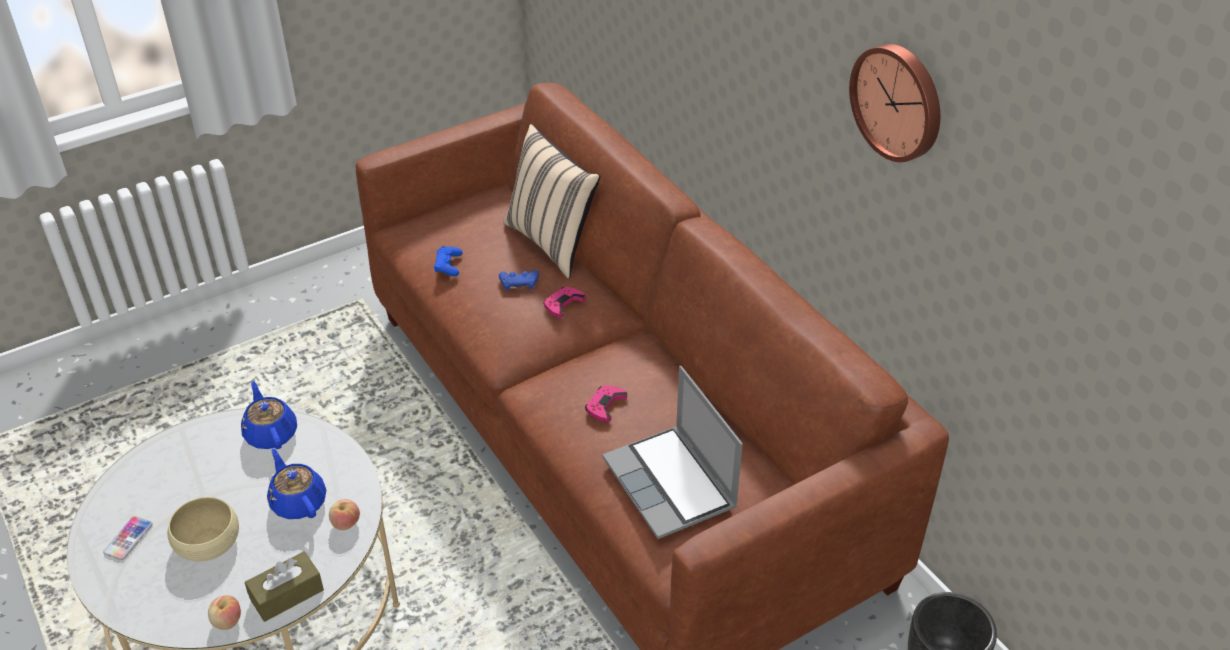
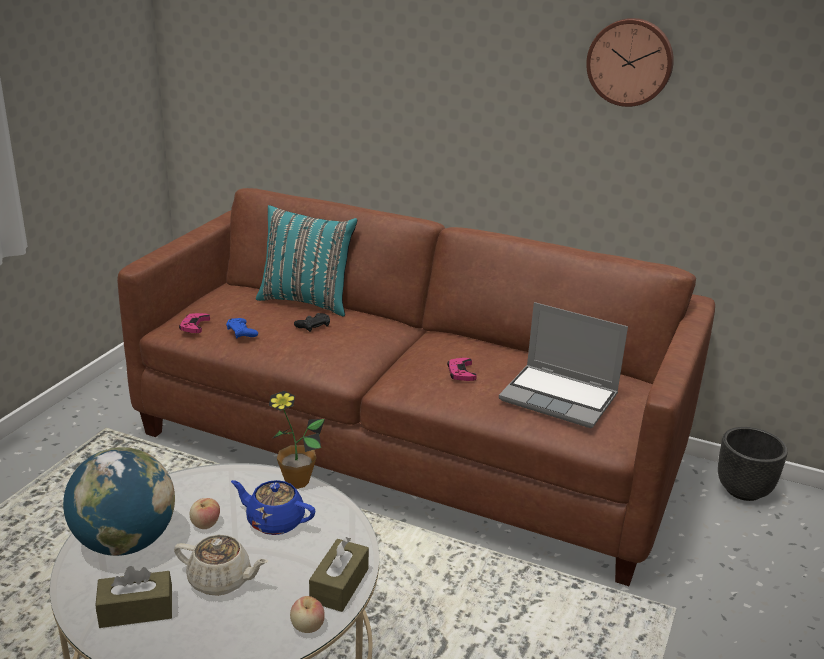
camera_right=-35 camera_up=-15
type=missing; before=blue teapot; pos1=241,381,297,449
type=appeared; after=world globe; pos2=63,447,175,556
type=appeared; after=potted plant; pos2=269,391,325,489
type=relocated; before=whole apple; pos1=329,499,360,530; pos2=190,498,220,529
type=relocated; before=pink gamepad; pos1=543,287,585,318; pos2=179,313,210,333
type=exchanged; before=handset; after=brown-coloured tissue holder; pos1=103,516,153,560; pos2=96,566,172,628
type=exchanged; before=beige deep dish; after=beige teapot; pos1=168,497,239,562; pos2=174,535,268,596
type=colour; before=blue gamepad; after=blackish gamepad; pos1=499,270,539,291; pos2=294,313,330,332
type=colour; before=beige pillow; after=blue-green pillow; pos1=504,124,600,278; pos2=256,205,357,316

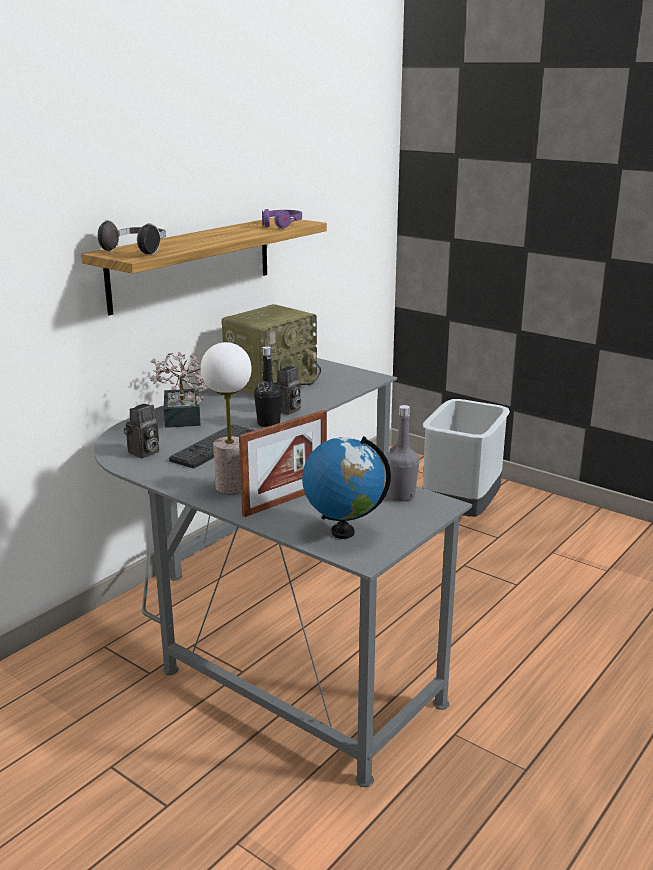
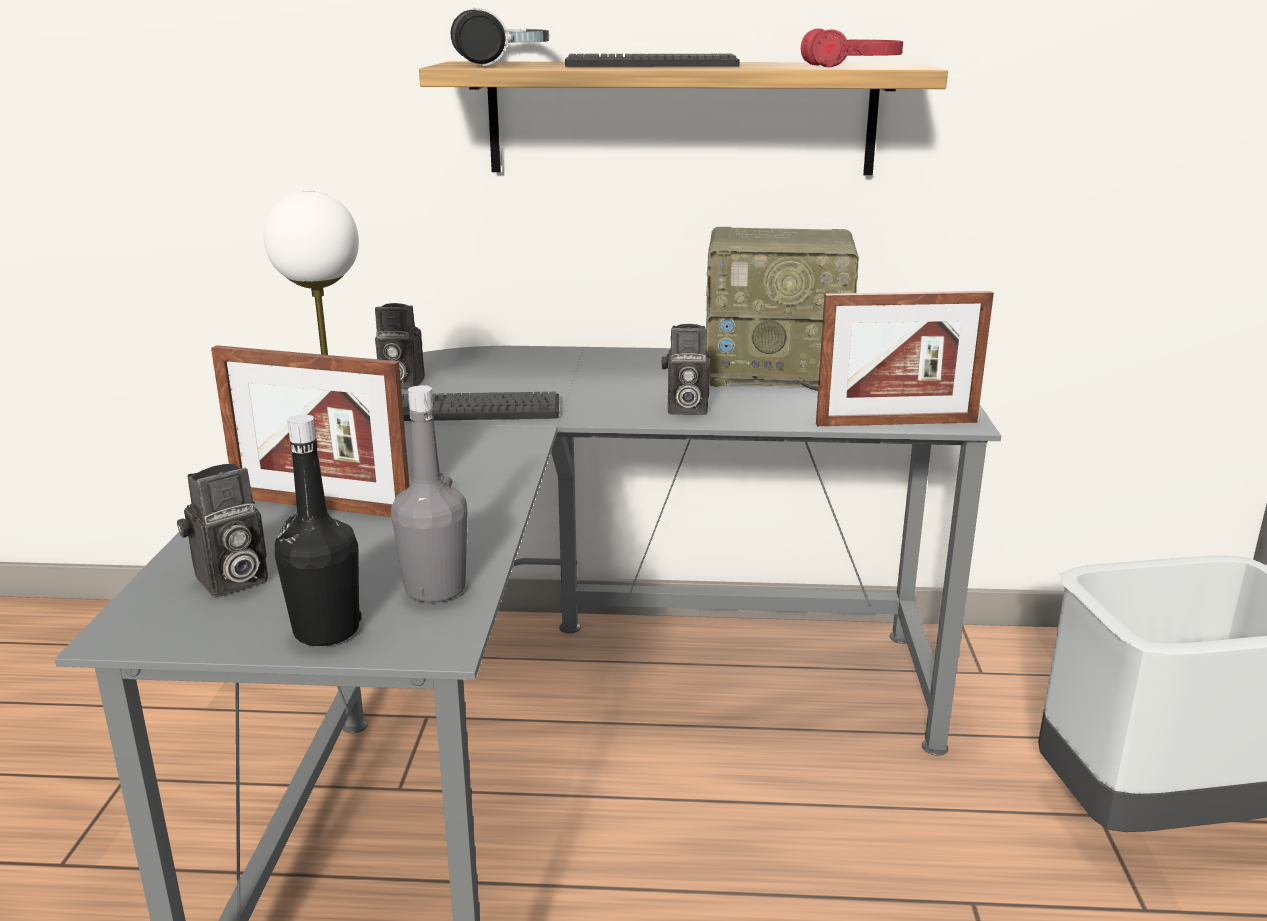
camera_right=55 camera_up=0
type=missing; before=potted plant; pos1=150,352,208,428
type=appeared; after=keyboard; pos2=565,54,740,67
type=appeared; after=picture frame; pos2=816,291,994,426
type=relocated; before=blackish beverage bottle; pos1=254,346,282,427; pos2=275,415,361,646
type=exchanged; before=world globe; after=still camera; pos1=302,436,391,539; pos2=177,463,268,598
type=colour; before=purplish pair of headphones; after=red pair of headphones; pos1=262,209,302,228; pos2=801,29,903,67

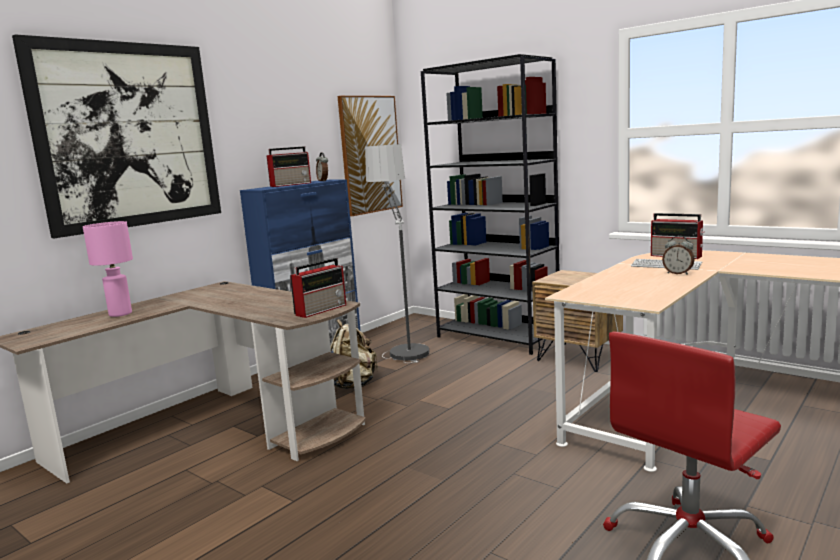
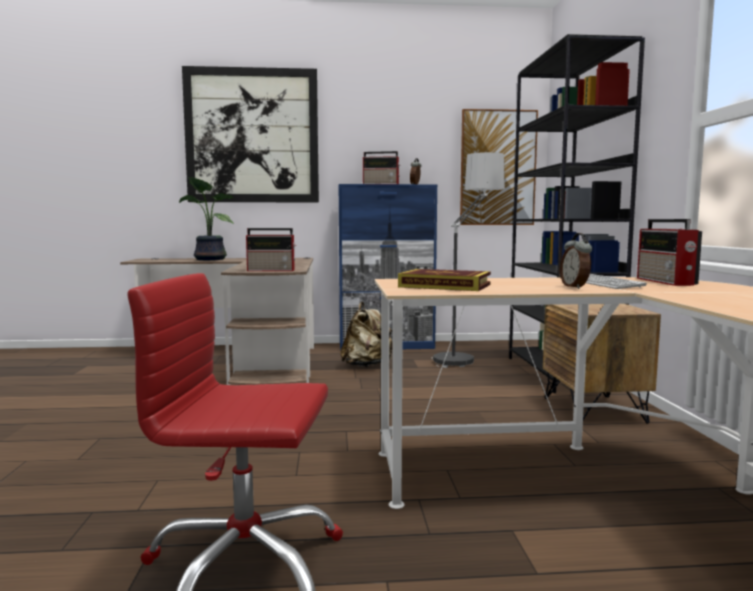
camera_right=45 camera_up=-5
type=appeared; after=book; pos2=398,269,491,291
type=exchanged; before=pink table lamp; after=potted plant; pos1=83,221,133,317; pos2=179,177,234,260

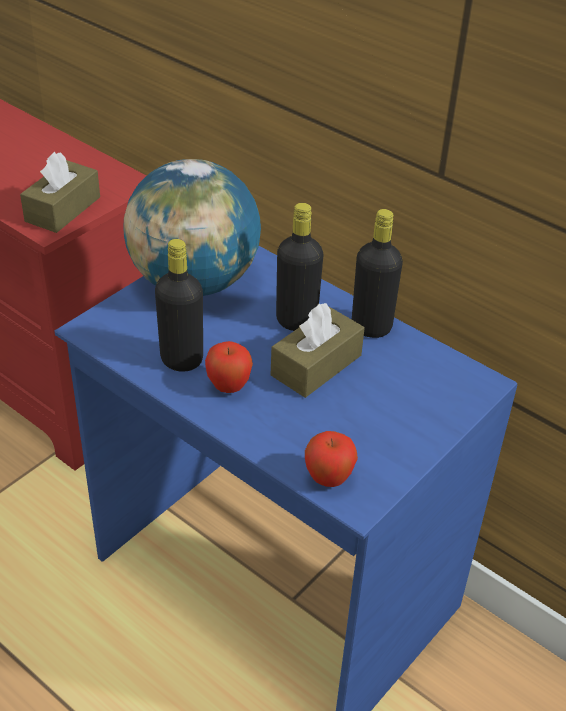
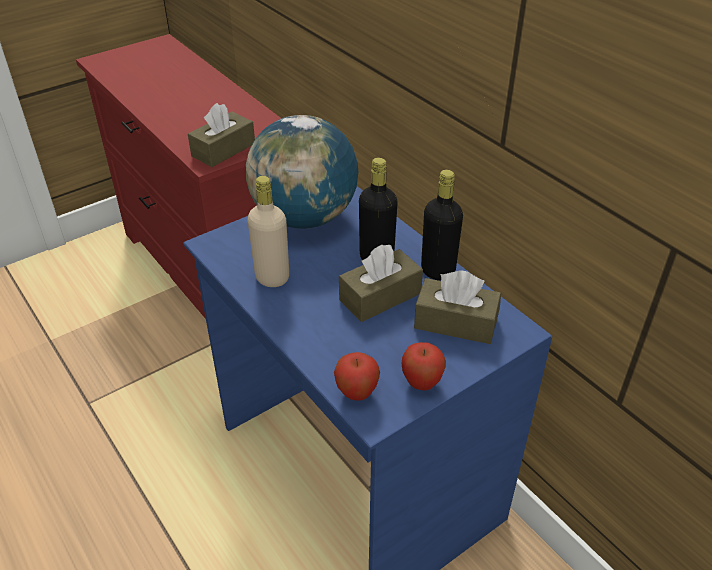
camera_right=15 camera_up=0
type=appeared; after=brown-coloured tissue holder; pos2=414,270,501,344
type=relocated; before=whole apple; pos1=205,341,253,393; pos2=401,342,446,390
type=colour; before=blackish beverage bottle; after=beige beverage bottle; pos1=155,239,203,372; pos2=247,176,289,287

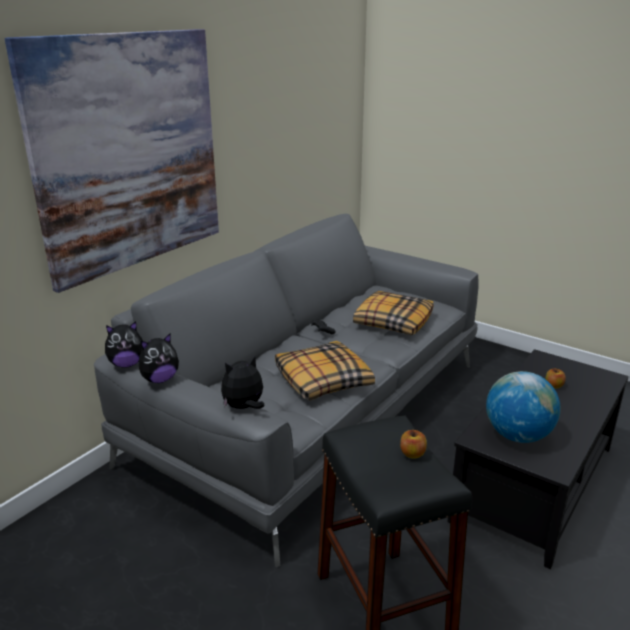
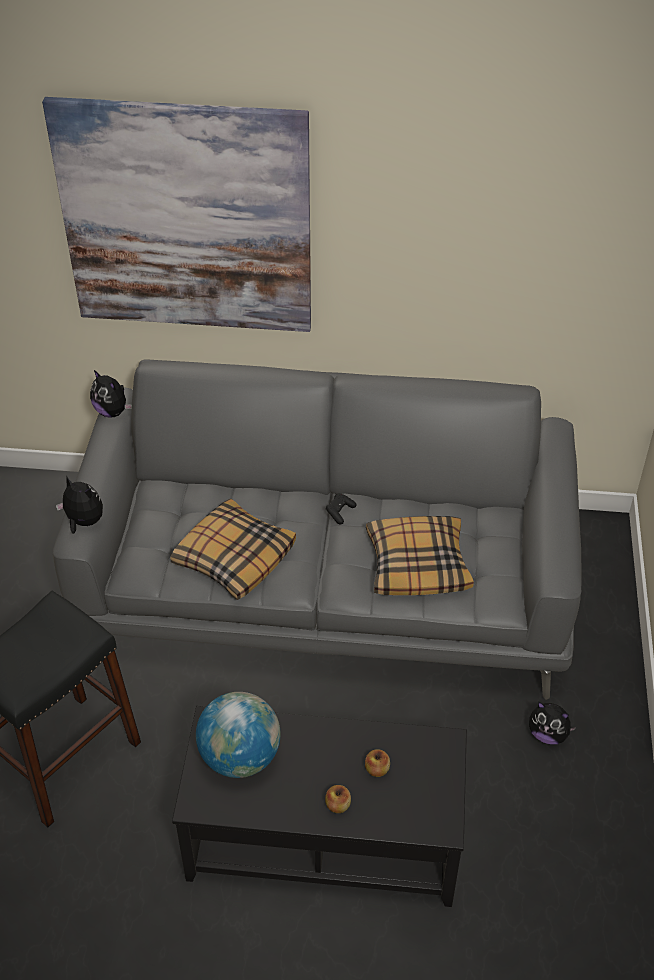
camera_right=60 camera_up=20
type=relocated; before=plush toy; pos1=139,334,179,383; pos2=529,702,576,745
type=relocated; before=whole apple; pos1=400,430,427,459; pos2=325,785,351,813

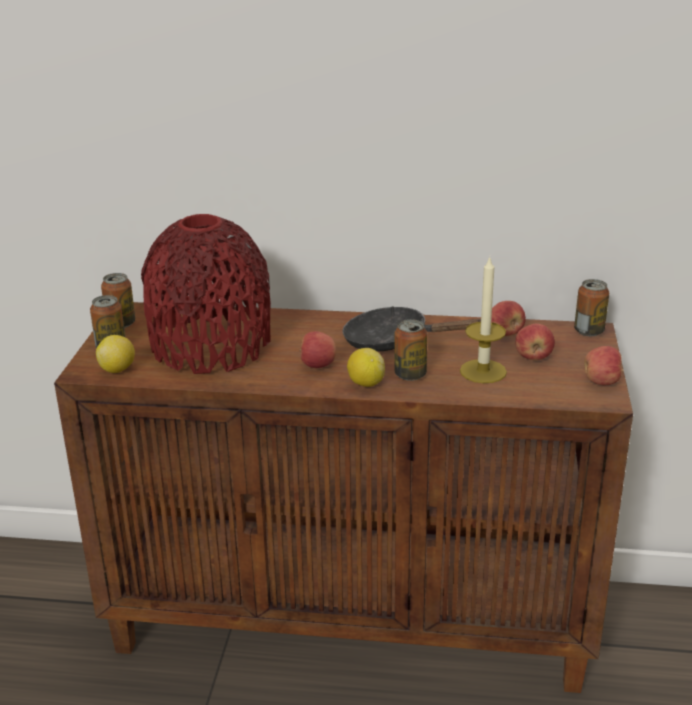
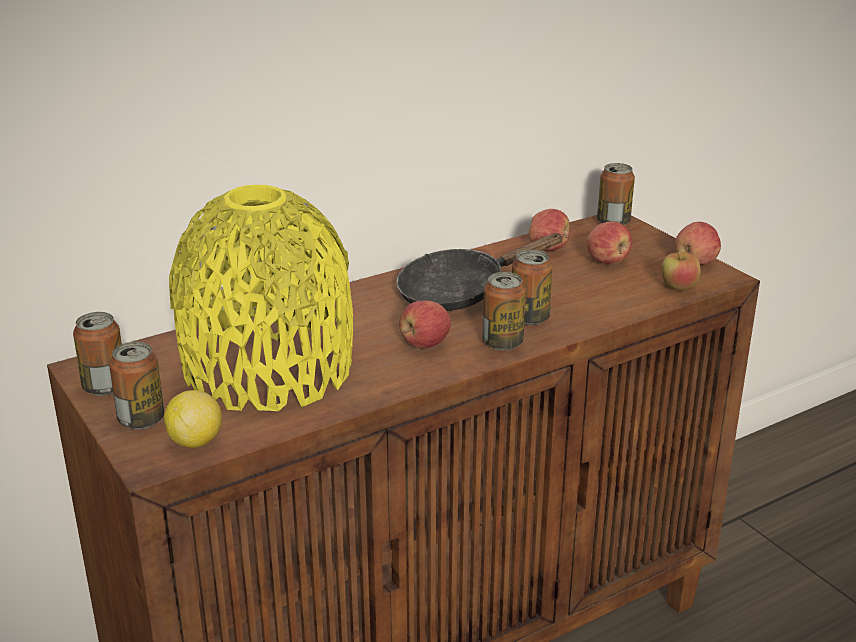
camera_right=-40 camera_up=0
type=missing; before=wax light; pos1=460,257,507,383
type=appeared; after=whole apple; pos2=661,248,701,290
type=exchanged; before=whole lemon; after=sealed can; pos1=347,348,385,387; pos2=482,272,526,351
type=colour; before=red vase; after=yellowish vase; pos1=141,214,271,374; pos2=169,185,353,411

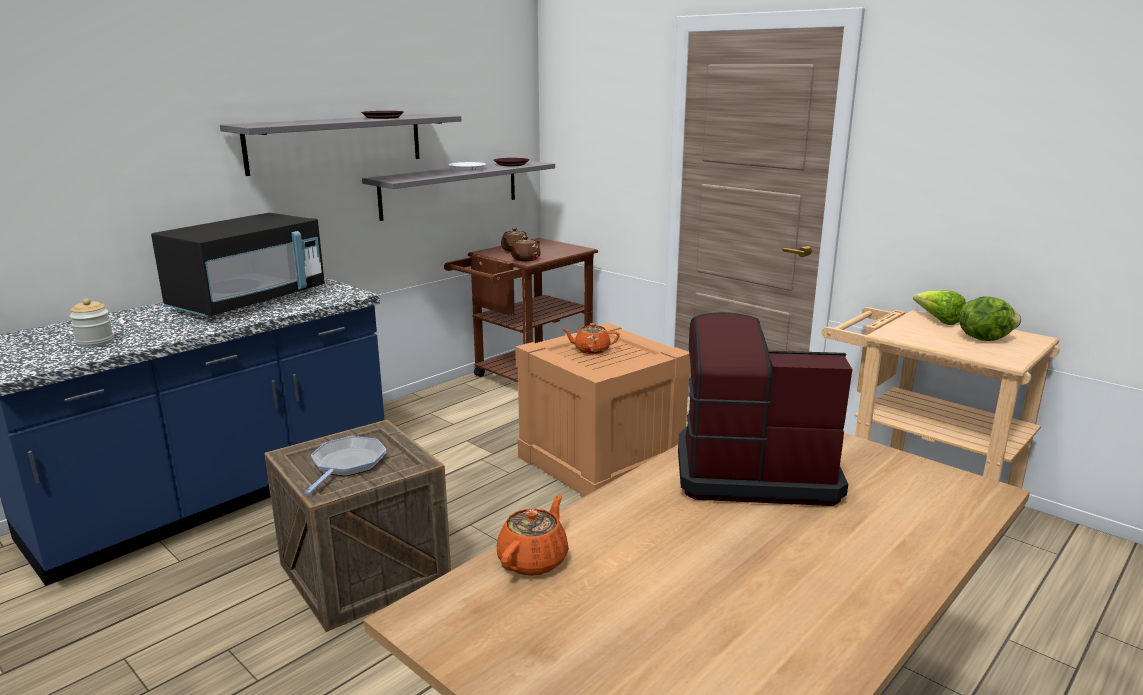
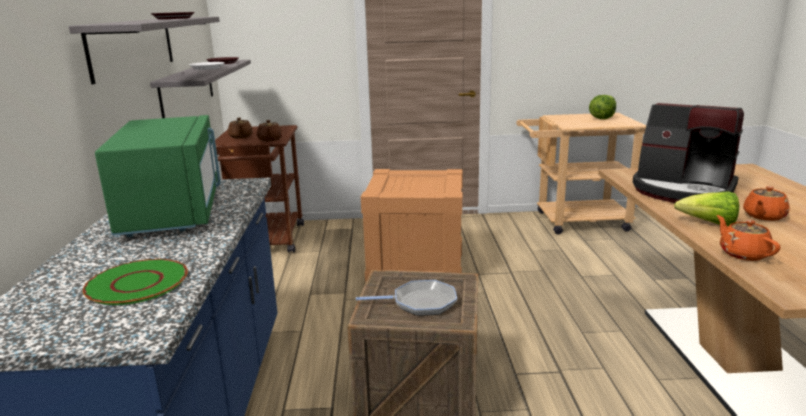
camera_right=-45 camera_up=0
type=relocated; before=orange-coloured teapot; pos1=562,323,620,354; pos2=743,186,790,221
type=relocated; before=head of lettuce; pos1=913,290,966,325; pos2=674,192,739,226
type=exchanged; before=storage jar; after=green-coloured flat dish; pos1=69,299,114,348; pos2=83,259,188,305
type=colour; before=blackish microwave; after=green-coloured microwave; pos1=151,213,325,318; pos2=95,115,221,237
type=spun; before=frying pan; pos1=305,436,386,494; pos2=356,280,457,316; turn=120
type=spun; before=coffee brewer; pos1=678,312,852,506; pos2=633,103,744,203; turn=-105

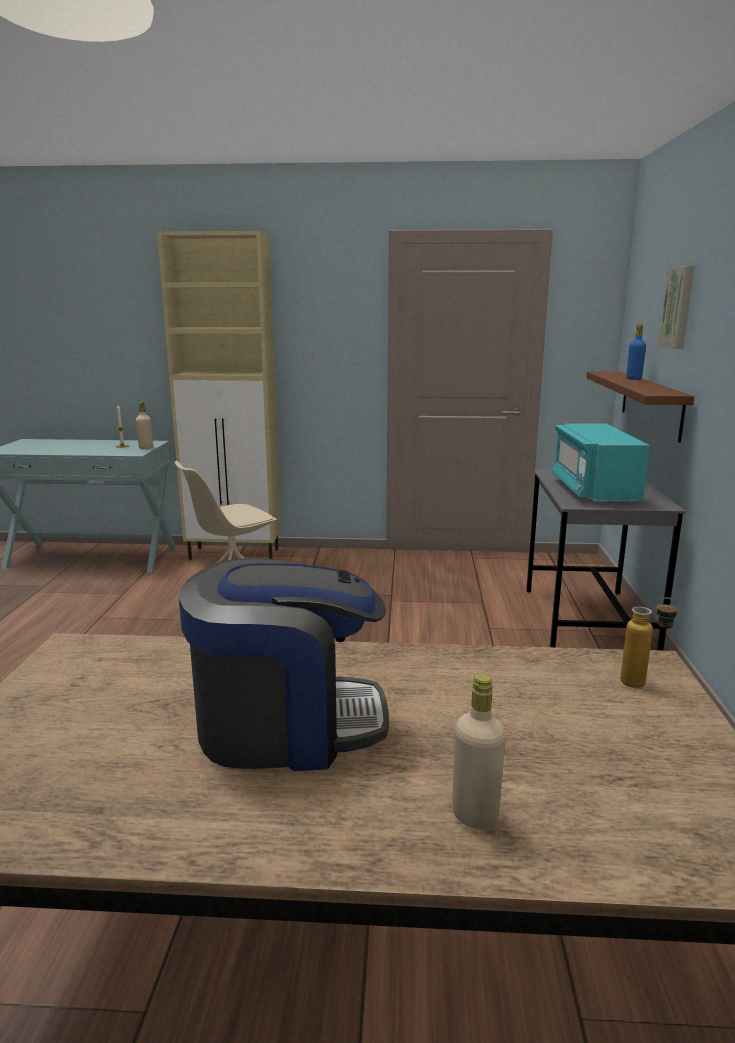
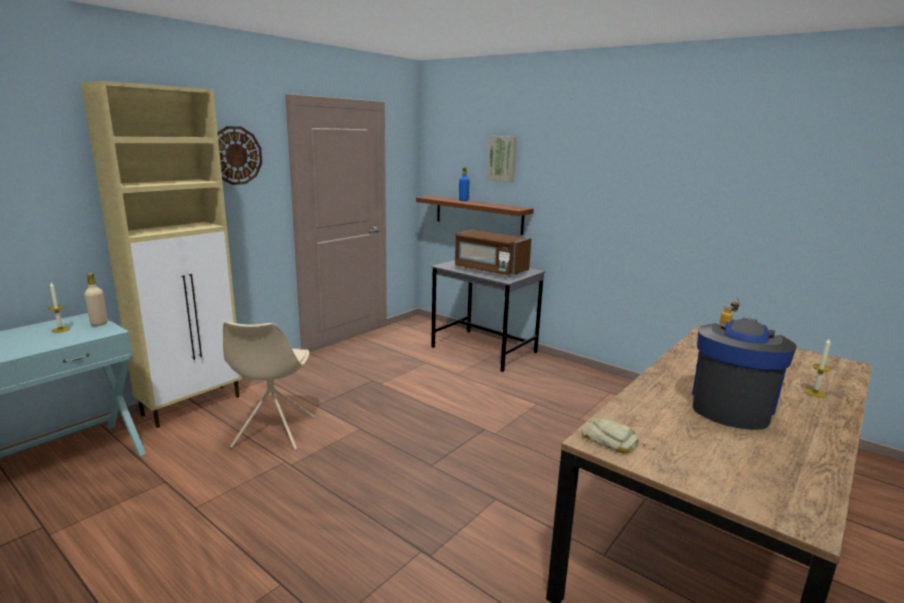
camera_right=-55 camera_up=0
type=appeared; after=clock on the wall; pos2=218,126,262,185
type=appeared; after=baked bread; pos2=582,418,639,453
type=exchanged; before=beige beverage bottle; after=wax light; pos1=452,673,506,829; pos2=804,339,831,398
type=colour; before=blue-green microwave; after=brown-coloured microwave; pos1=552,423,650,503; pos2=455,230,531,277

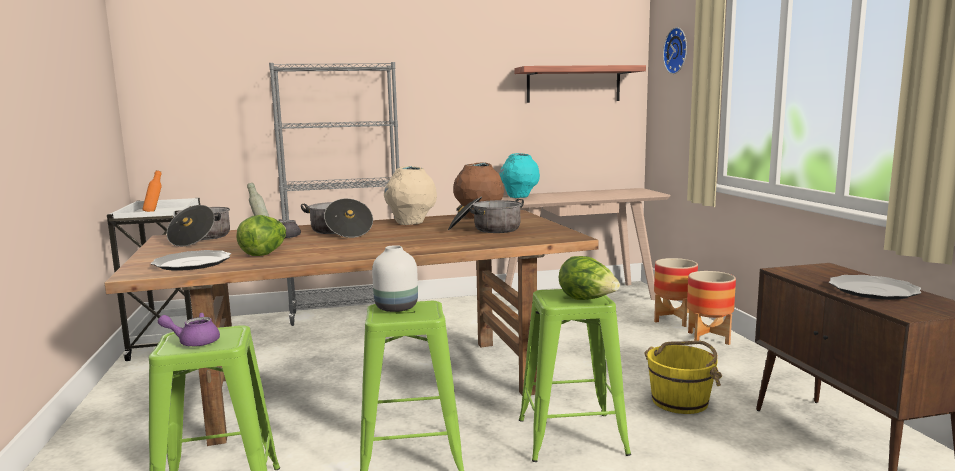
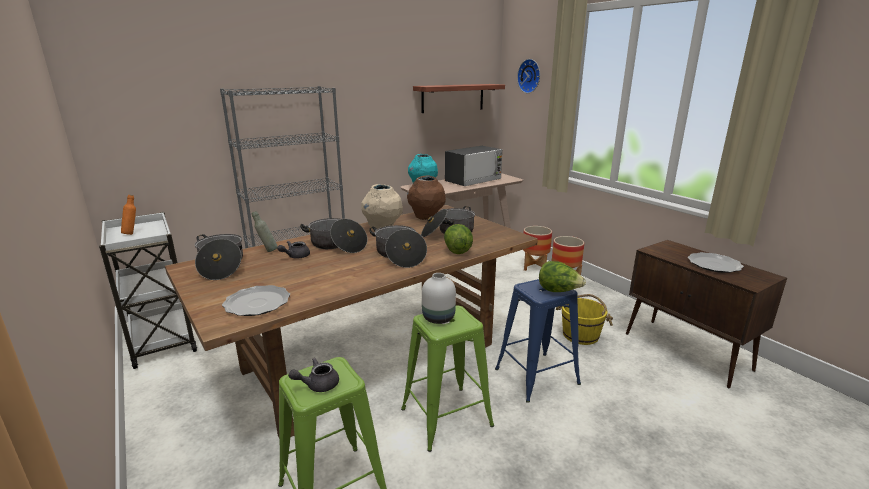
camera_right=-20 camera_up=10
type=appeared; after=saucepot; pos2=369,225,427,268
type=appeared; after=microwave; pos2=445,146,502,186
type=relocated; before=head of lettuce; pos1=236,215,286,256; pos2=444,224,473,254
type=colour; before=purplish teapot; after=grey teapot; pos1=158,313,220,346; pos2=288,358,339,392
type=colour; before=green-coloured stool; after=blue stool; pos1=519,289,631,462; pos2=495,279,581,403

